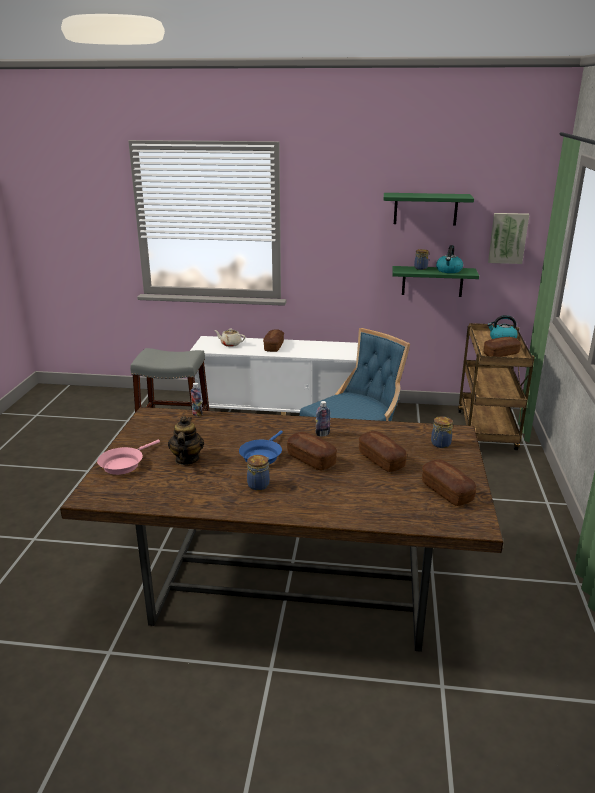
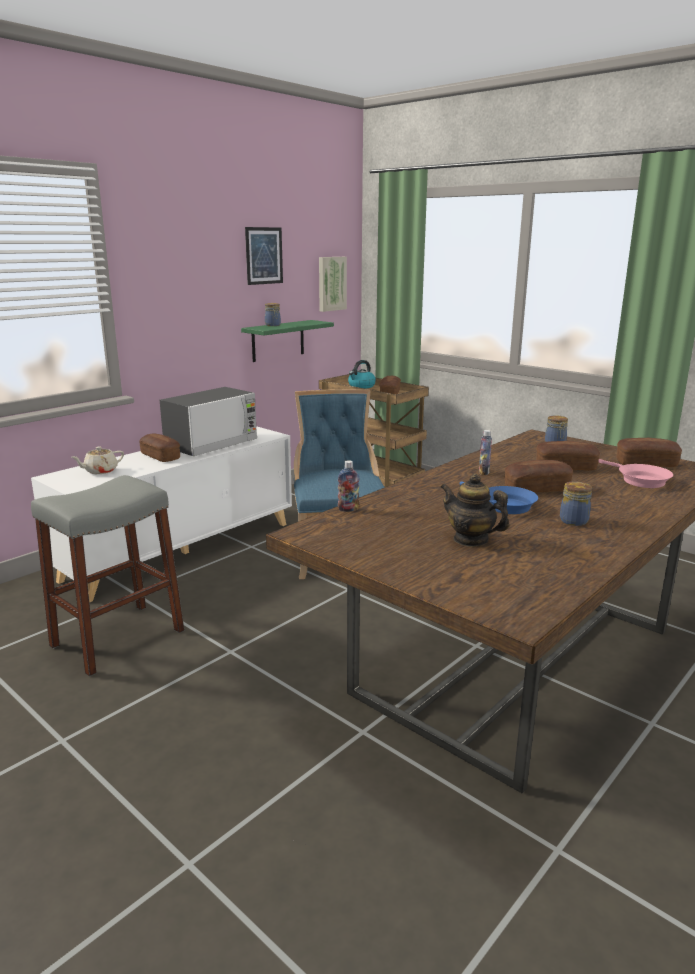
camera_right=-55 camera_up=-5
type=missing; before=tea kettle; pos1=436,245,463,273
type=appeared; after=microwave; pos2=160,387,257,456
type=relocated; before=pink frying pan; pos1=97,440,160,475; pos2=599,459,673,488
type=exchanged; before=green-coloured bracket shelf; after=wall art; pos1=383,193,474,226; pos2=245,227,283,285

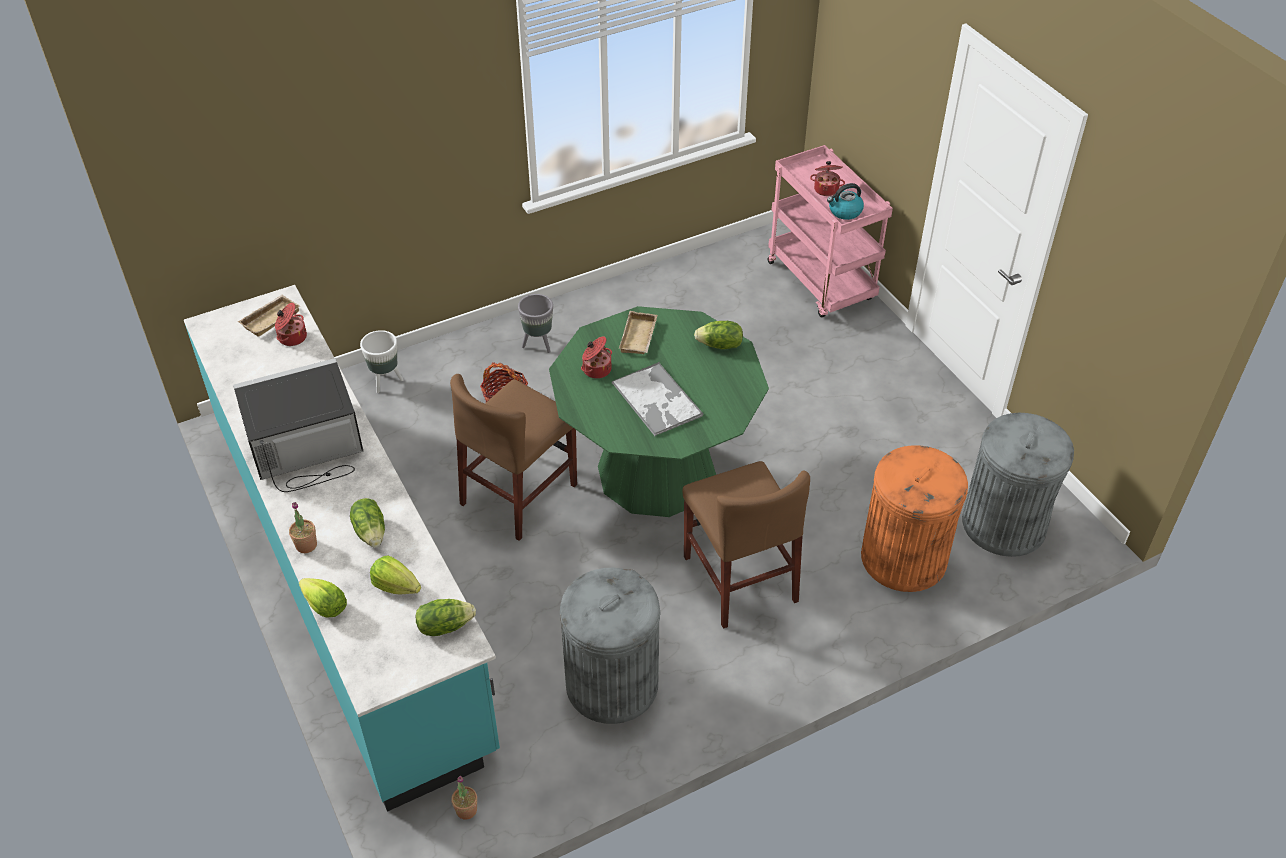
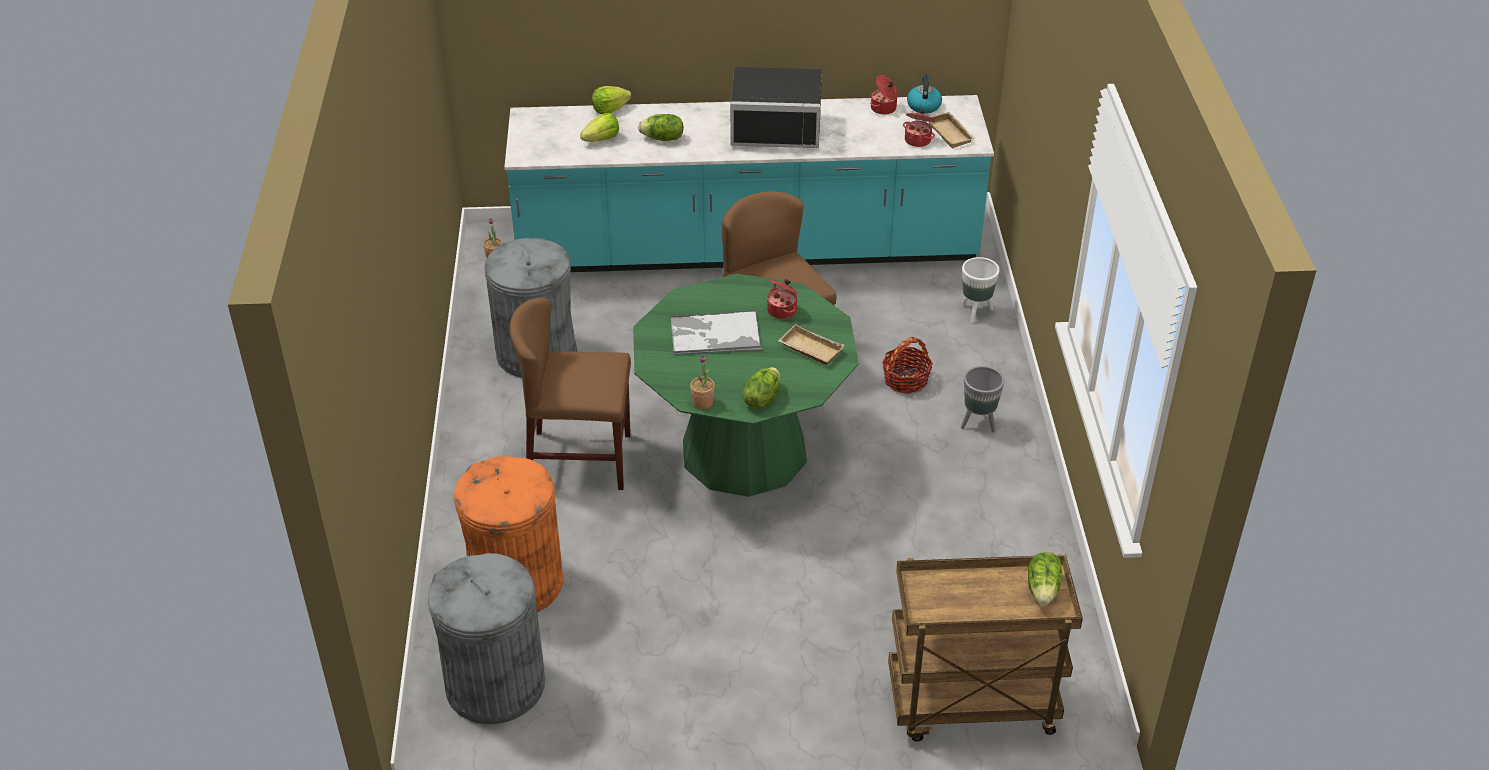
camera_right=115 camera_up=-5
type=relocated; before=potted plant; pos1=289,502,317,553; pos2=690,355,715,409
type=relocated; before=head of lettuce; pos1=416,599,476,636; pos2=1028,552,1063,606
type=relocated; before=saucepot; pos1=810,161,845,196; pos2=870,75,898,114
type=relocated; before=tea kettle; pos1=827,183,864,220; pos2=907,75,942,114
type=colour; before=pink cart; after=brown-coloured cart; pos1=768,145,893,318; pos2=888,553,1083,741
type=spun; before=blackish microwave; pos1=233,358,363,492; pos2=730,67,822,148; turn=90

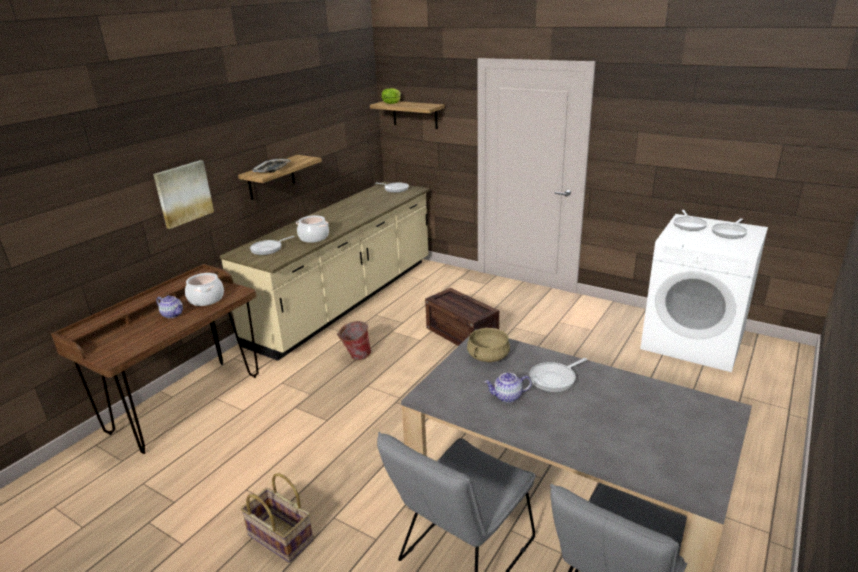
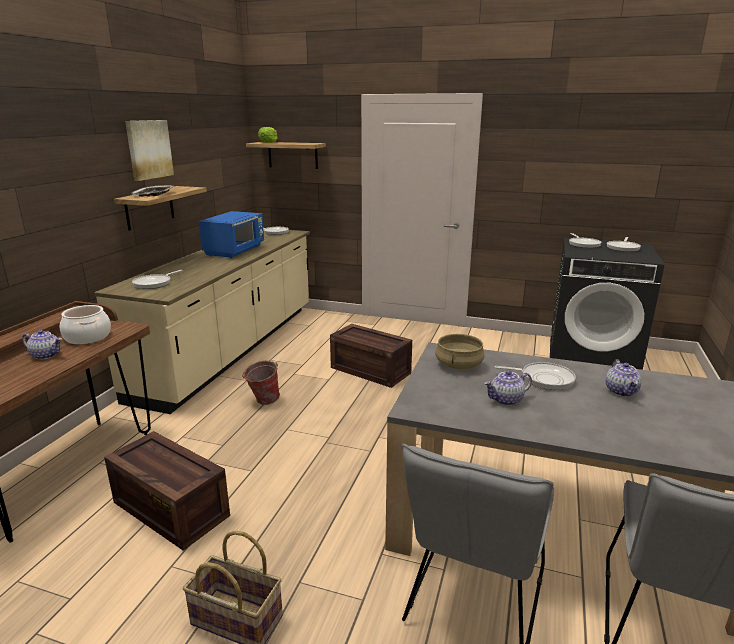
camera_right=-15 camera_up=-5
type=missing; before=saucepot; pos1=296,215,329,243
type=appeared; after=packing crate; pos2=104,431,230,551
type=appeared; after=blue microwave; pos2=199,211,264,258
type=appeared; after=teapot; pos2=606,359,642,397
type=relocated; before=wall art; pos1=153,160,214,229; pos2=125,120,174,181
type=colour; before=whitish laundry appliance; after=blackish laundry appliance; pos1=640,214,768,372; pos2=550,238,665,370
type=spun; before=frying pan; pos1=529,358,587,392; pos2=495,362,576,390; turn=-120

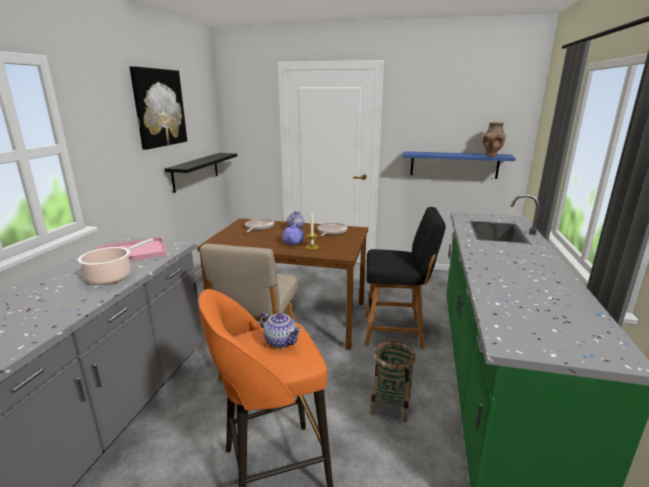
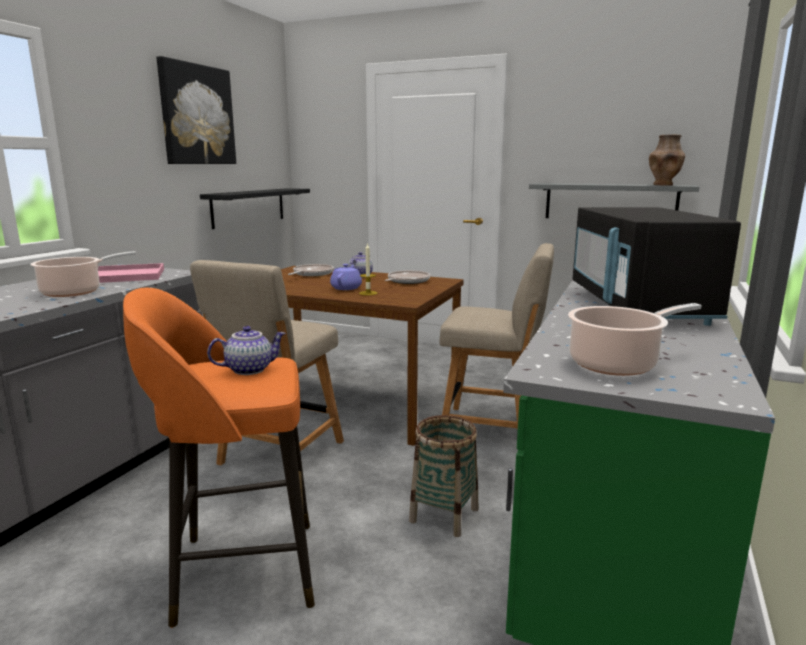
camera_right=10 camera_up=-5
type=appeared; after=saucepot; pos2=568,303,702,376
type=appeared; after=blackish microwave; pos2=572,207,741,326
type=colour; before=blackish plain chair; after=beige plain chair; pos1=365,207,446,349; pos2=439,243,554,429
type=colour; before=blue bracket shelf; after=grey bracket shelf; pos1=402,151,516,179; pos2=529,183,700,218
type=spun; before=teapot; pos1=260,312,301,348; pos2=207,326,286,375; turn=-75

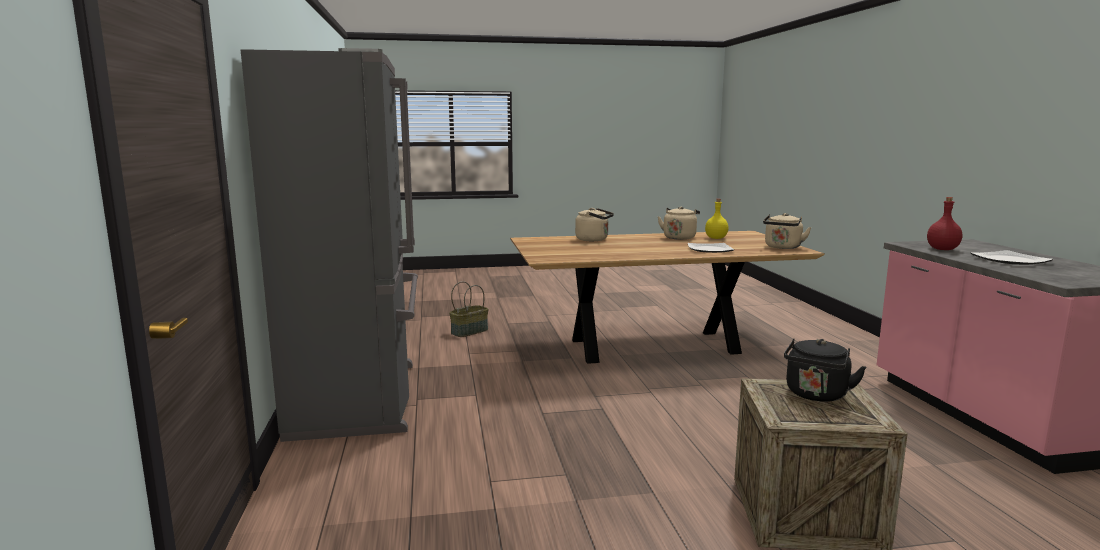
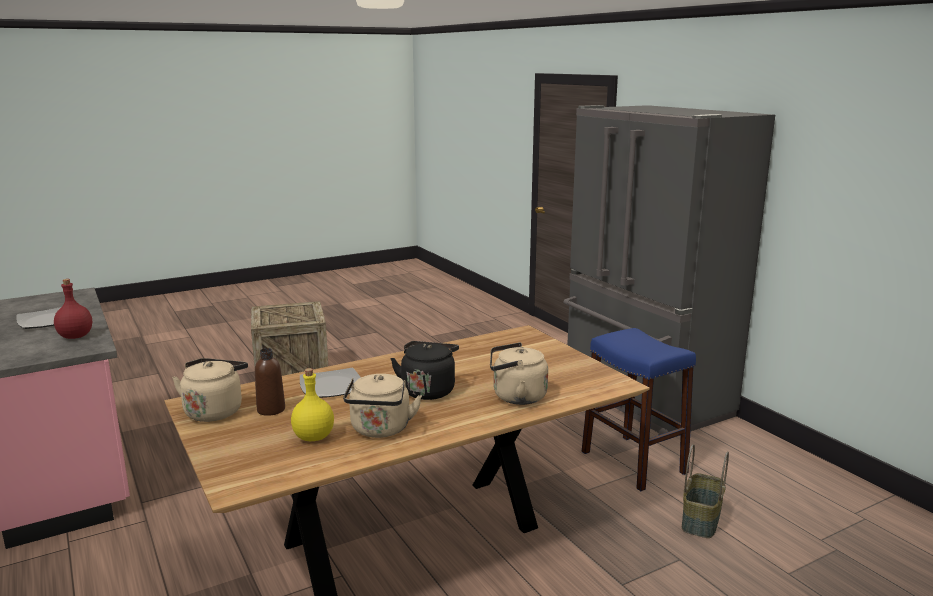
camera_right=160 camera_up=5
type=appeared; after=brown-coloured beverage bottle; pos2=255,348,285,416
type=appeared; after=blue stool; pos2=581,328,696,491
type=relocated; before=blackish tea kettle; pos1=784,338,866,402; pos2=391,341,459,400

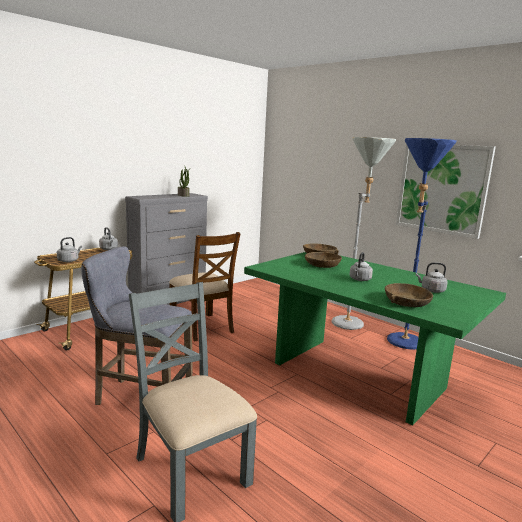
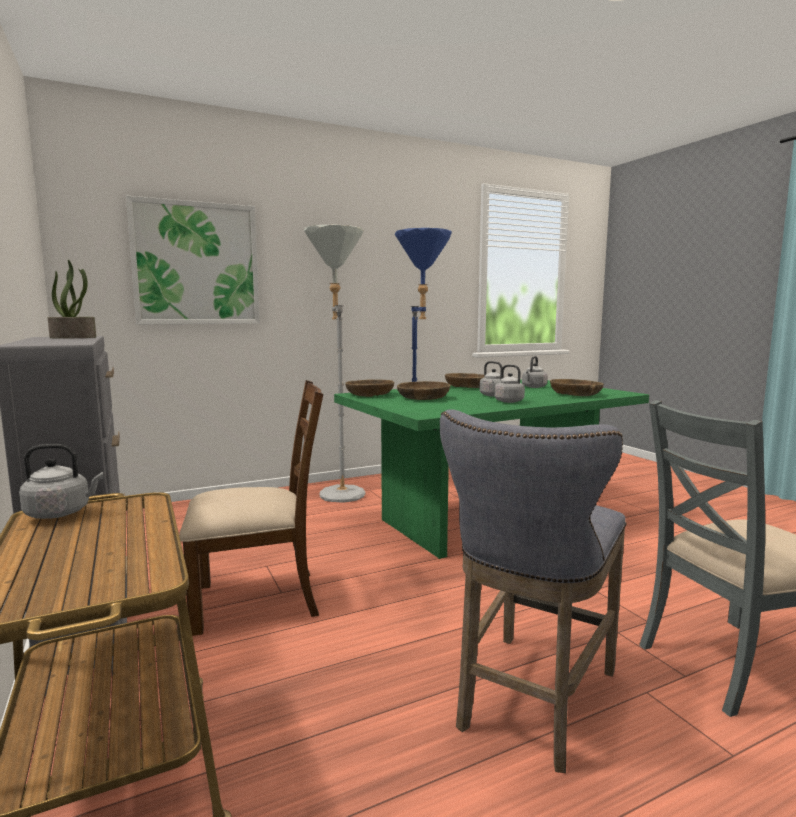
camera_right=-70 camera_up=-5
type=appeared; after=brown-coloured deep dish; pos2=445,373,484,388
type=relocated; before=grey tea kettle; pos1=57,237,82,262; pos2=492,365,525,403
type=relocated; before=wall art; pos1=396,144,496,239; pos2=126,196,260,324

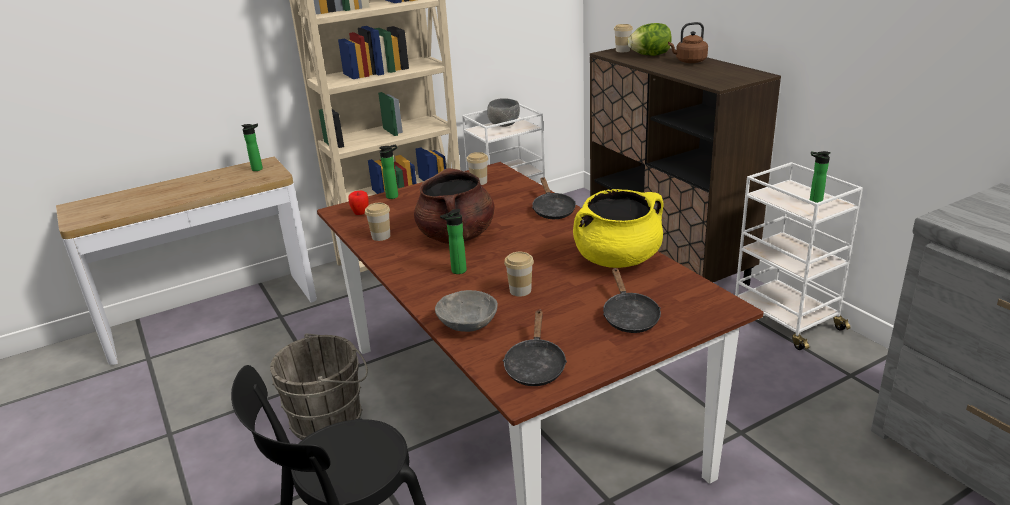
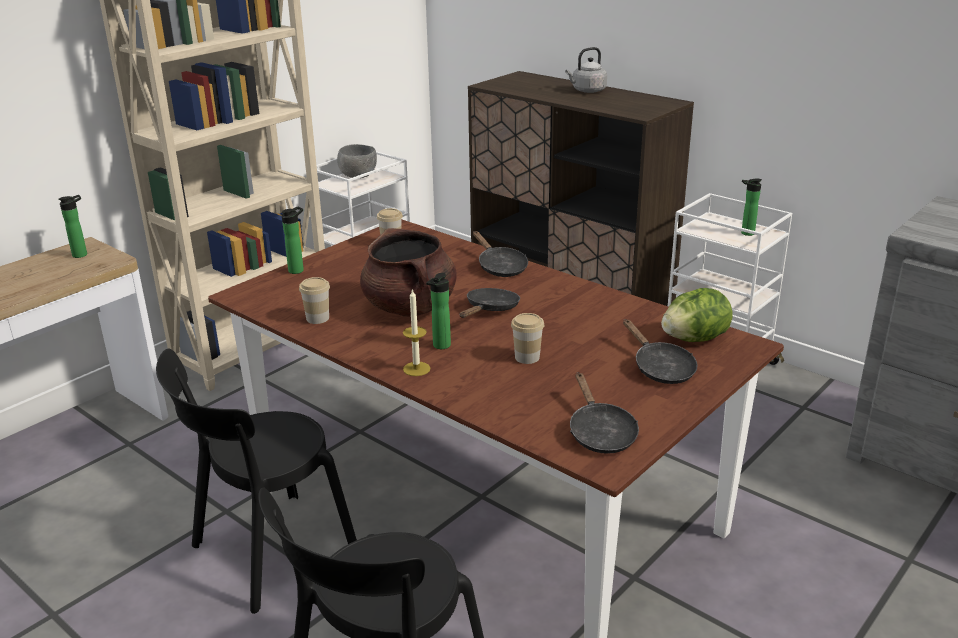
camera_right=-20 camera_up=0
type=missing; before=whole apple; pos1=348,191,369,215
type=missing; before=grey deep dish; pos1=435,290,498,332
type=missing; before=yellowish saucepot; pos1=573,189,664,268
type=missing; before=cup; pos1=614,24,633,52
type=appeared; after=wax light; pos2=403,289,431,376
type=appeared; after=blackish frying pan; pos2=459,288,520,318
type=relocated; before=head of lettuce; pos1=628,23,672,56; pos2=661,288,733,342
type=exchanged; before=grey pail; after=blackish plain chair; pos1=270,333,368,440; pos2=156,349,357,614
type=colour; before=brown-coloured tea kettle; after=grey tea kettle; pos1=668,22,708,63; pos2=565,47,607,93

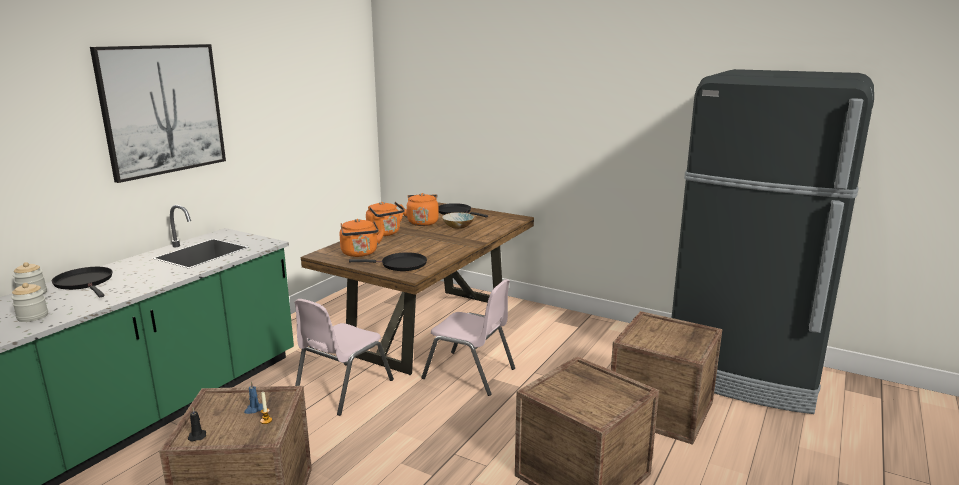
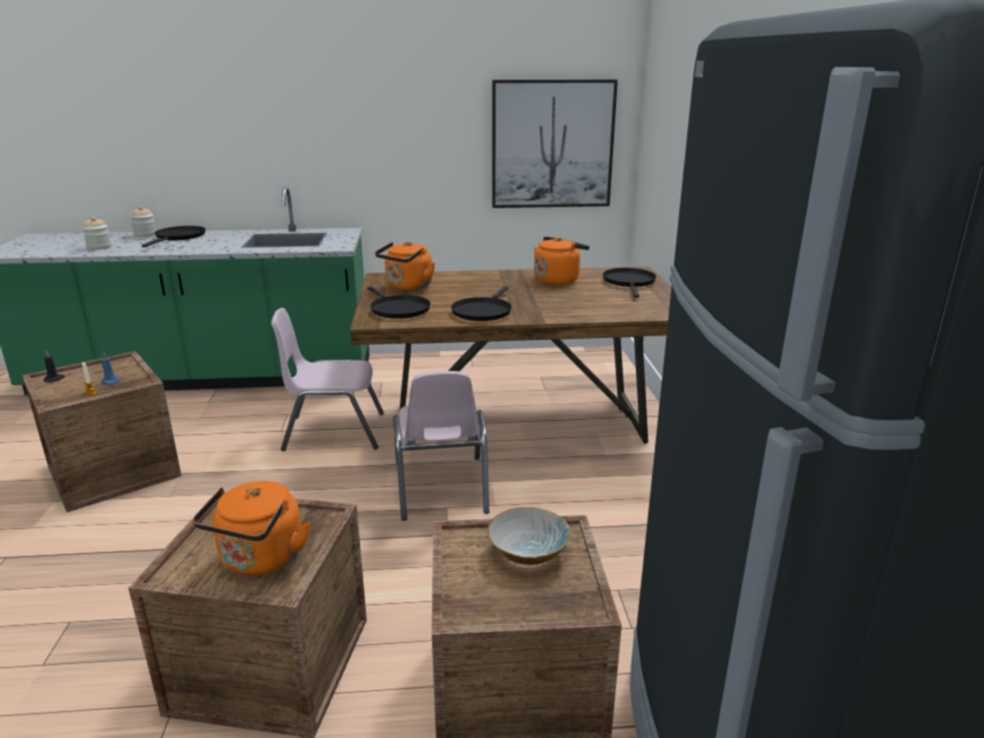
camera_right=55 camera_up=5
type=appeared; after=blackish frying pan; pos2=451,286,512,321
type=relocated; before=wall art; pos1=90,44,226,183; pos2=492,80,618,208
type=relocated; before=orange-coloured tea kettle; pos1=366,202,405,236; pos2=193,481,310,576
type=relocated; before=deep dish; pos1=442,212,475,229; pos2=487,507,571,565

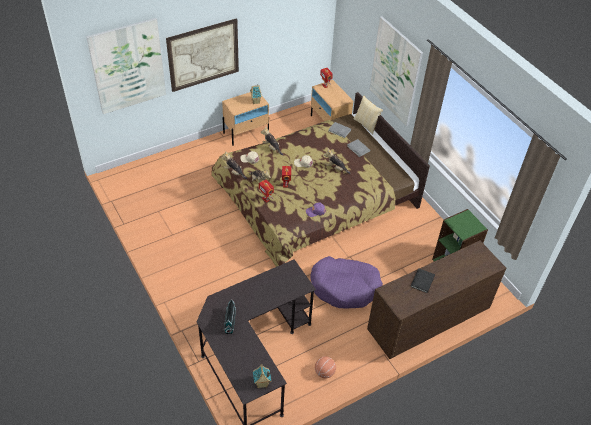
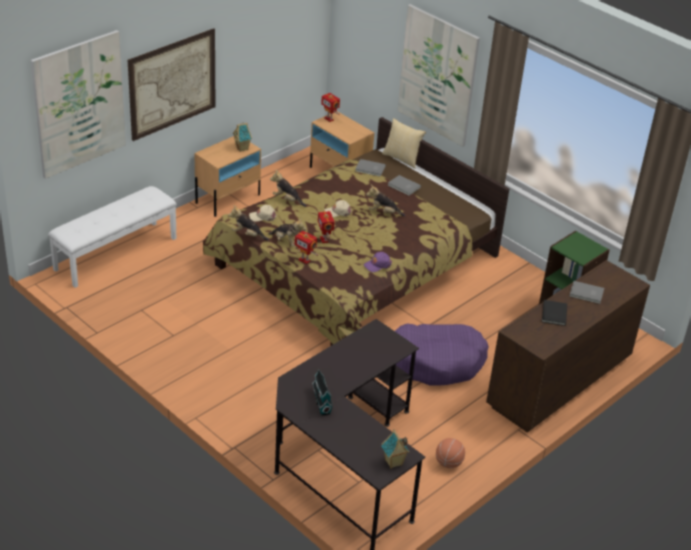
camera_right=-15 camera_up=-10
type=appeared; after=whitish long seat; pos2=48,186,177,288
type=appeared; after=grey book; pos2=569,281,604,304

